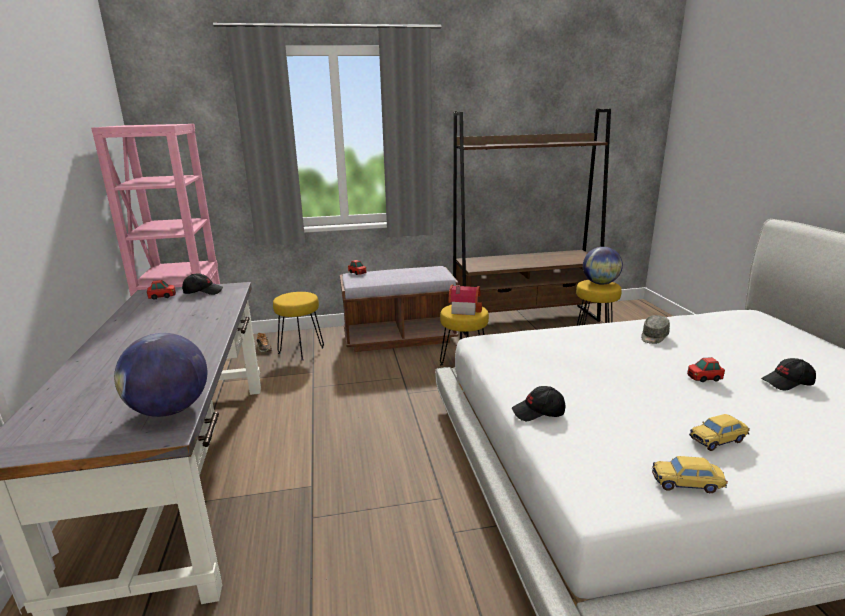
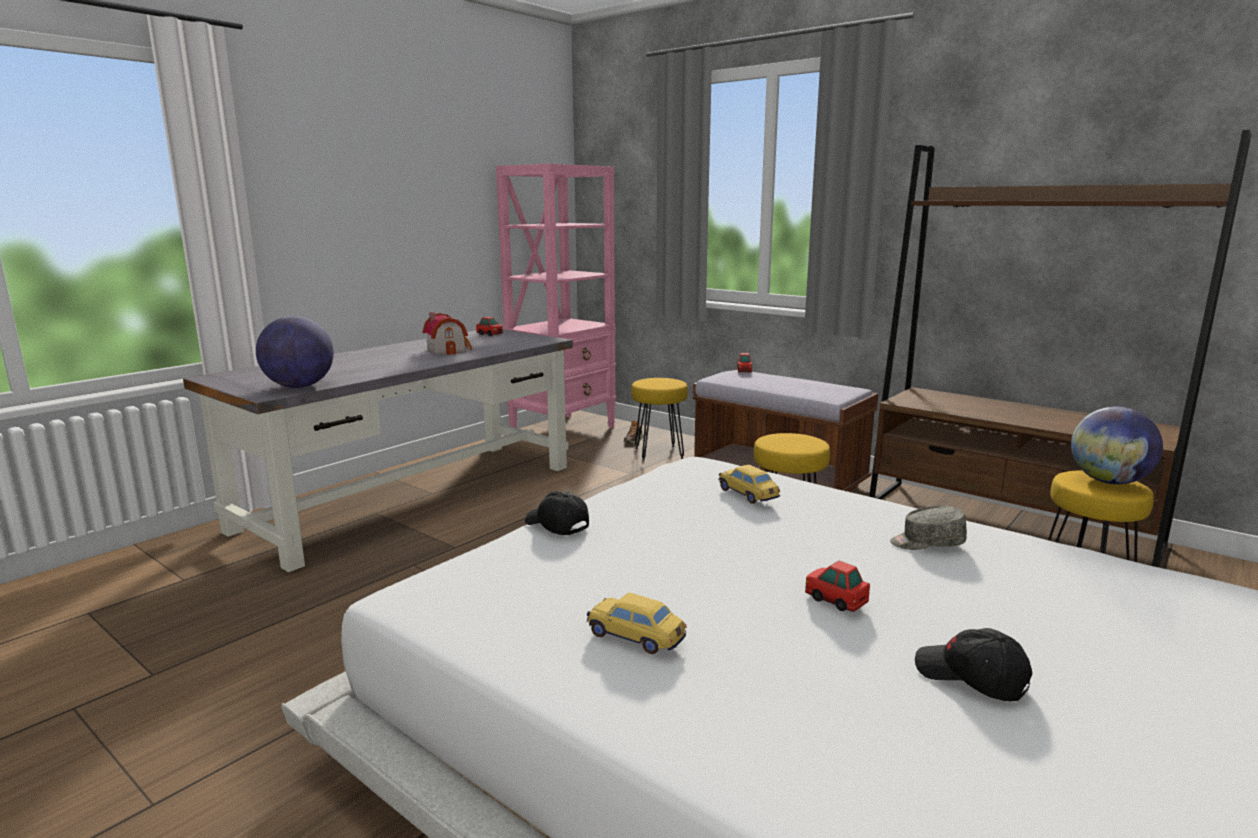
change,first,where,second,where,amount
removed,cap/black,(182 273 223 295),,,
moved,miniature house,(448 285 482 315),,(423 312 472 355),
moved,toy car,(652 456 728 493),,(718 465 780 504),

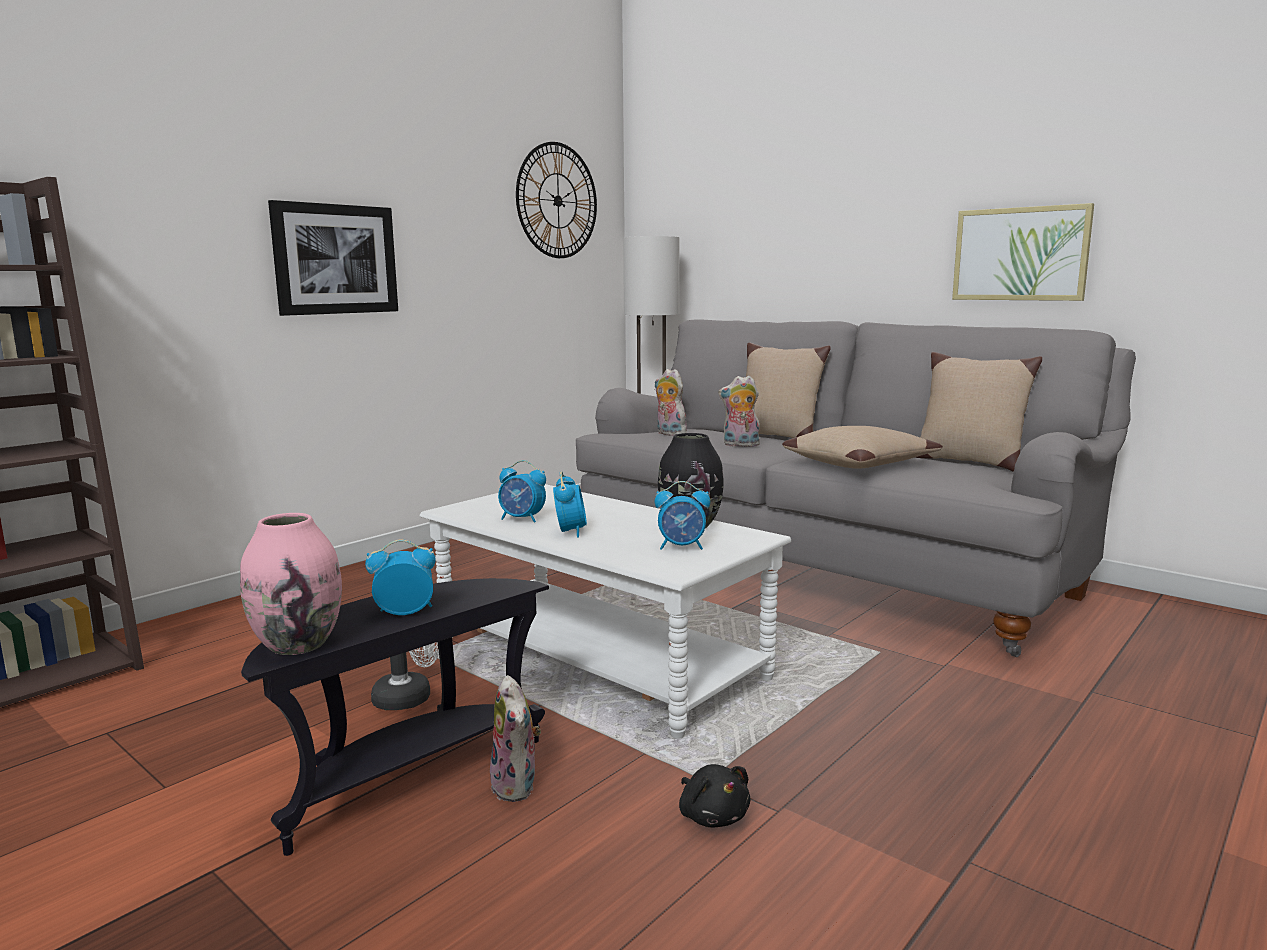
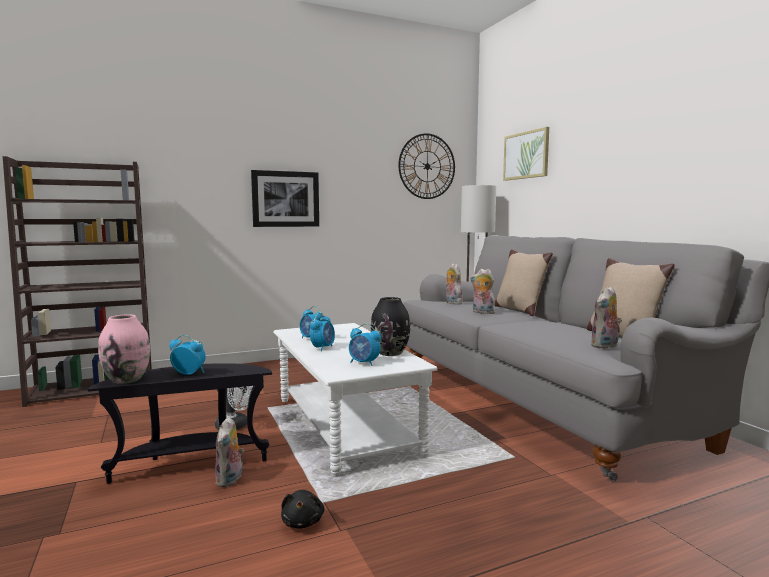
change,first,where,second,where,amount
moved,picture,(952 203 1094 301),,(503 127 549 181),
removed,pillow/sand-coloured,(782 426 943 469),,,
added,,,plush toy,(591 286 622 349),

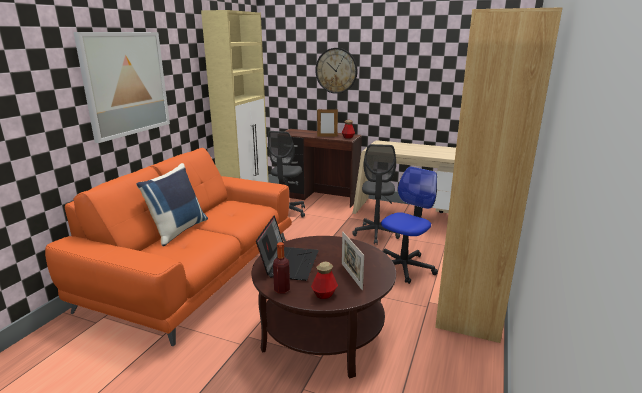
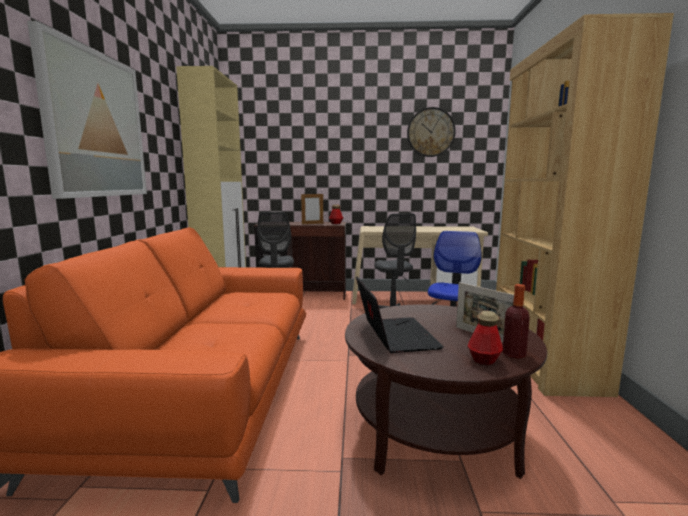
change,first,where,second,where,amount
moved,wall clock,(315 48 358 94),,(407 107 456 157),
removed,pillow/bluish,(136 163 208 246),,,
moved,beverage bottle,(273 242 290 294),,(502 284 530 359),

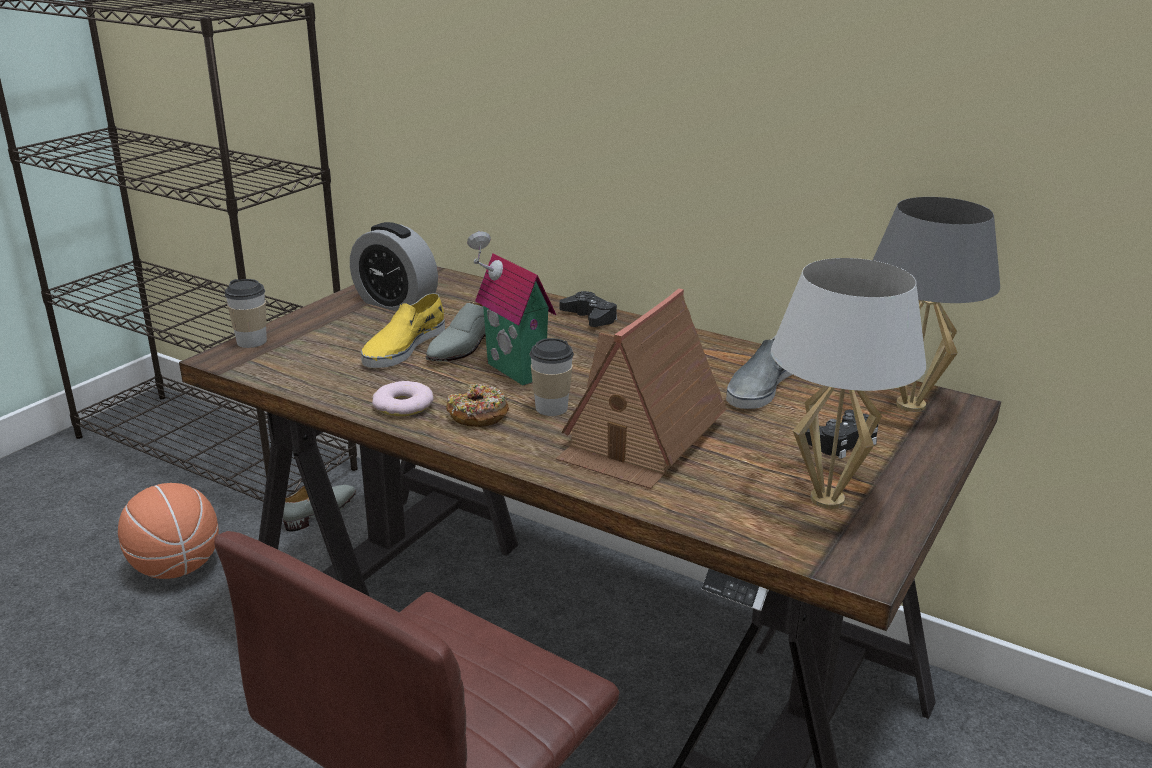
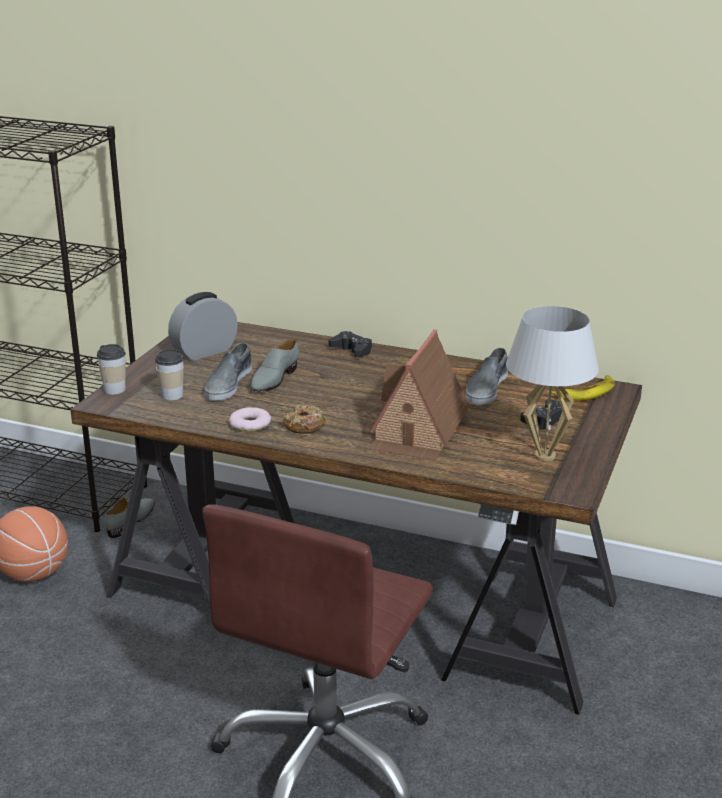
change,first,where,second,where,amount
replaced,tabletop lamp/grey,(873 197 1000 412),whole banana,(548 375 615 401),
turned,table clock,(350 222 438 312),,(168 292 238 361),120 degrees clockwise
removed,miniature house,(467 231 556 385),,,
recoloured,low shoe/yellowish,(361 293 445 368),low shoe/grey,(204 343 252 401),
moved,cup,(529 338 574 416),,(155 349 184 400),

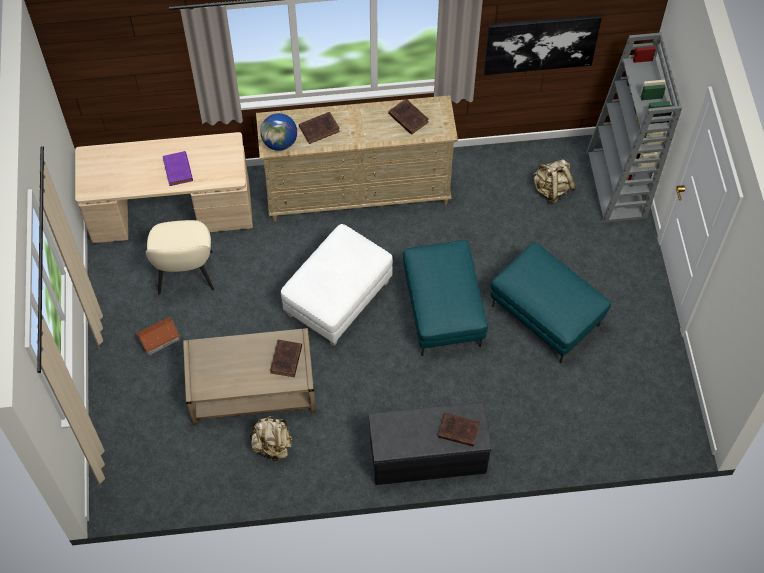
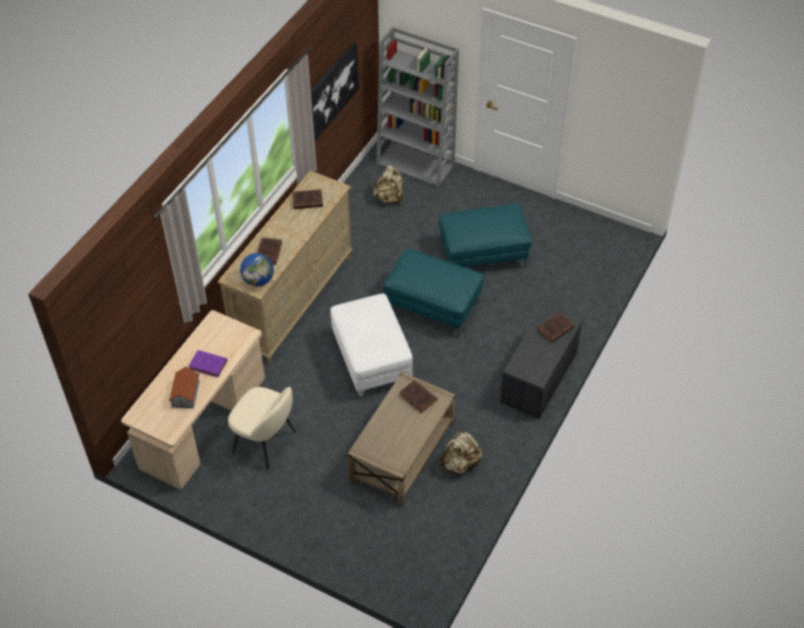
change,first,where,second,where,amount
moved,miniature house,(136 317 180 357),,(169 367 200 408),

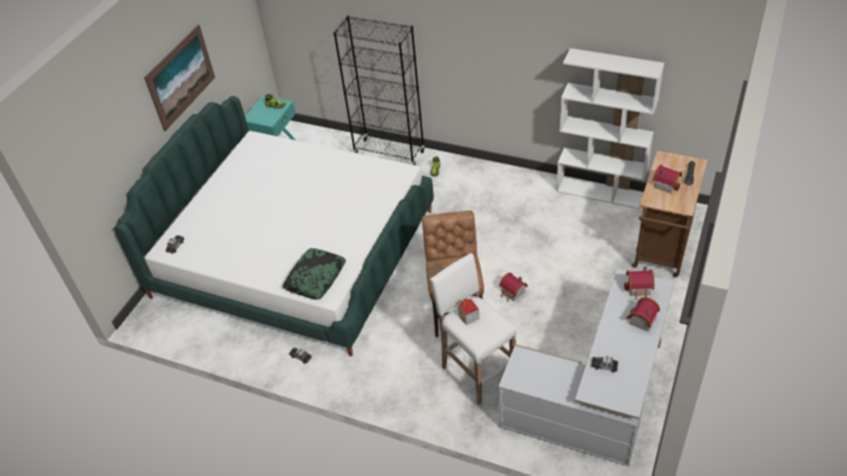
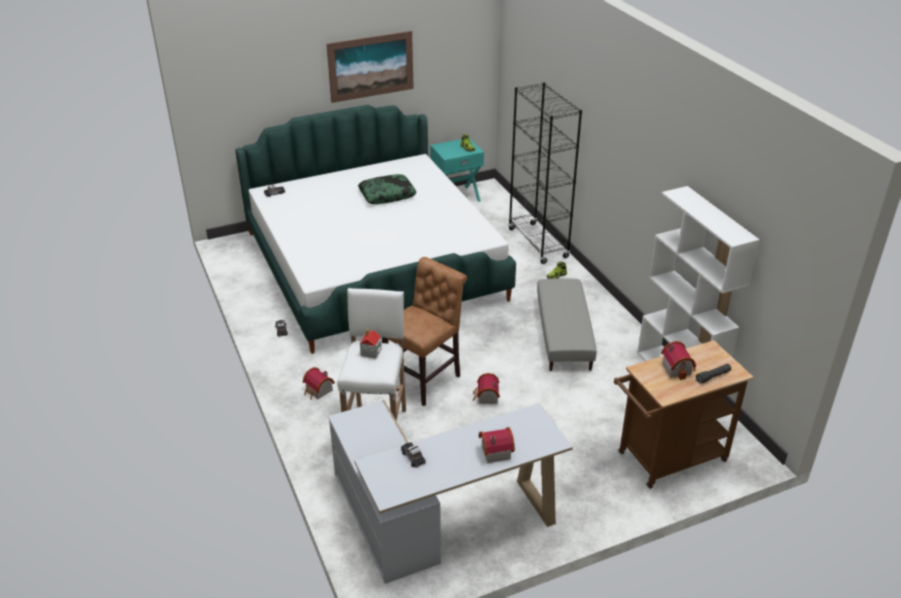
change,first,where,second,where,amount
moved,pillow,(282 248 346 300),,(358 174 417 204),
moved,miniature house,(624 266 654 300),,(303 367 335 400),
added,,,footrest/grey,(537 279 597 371),

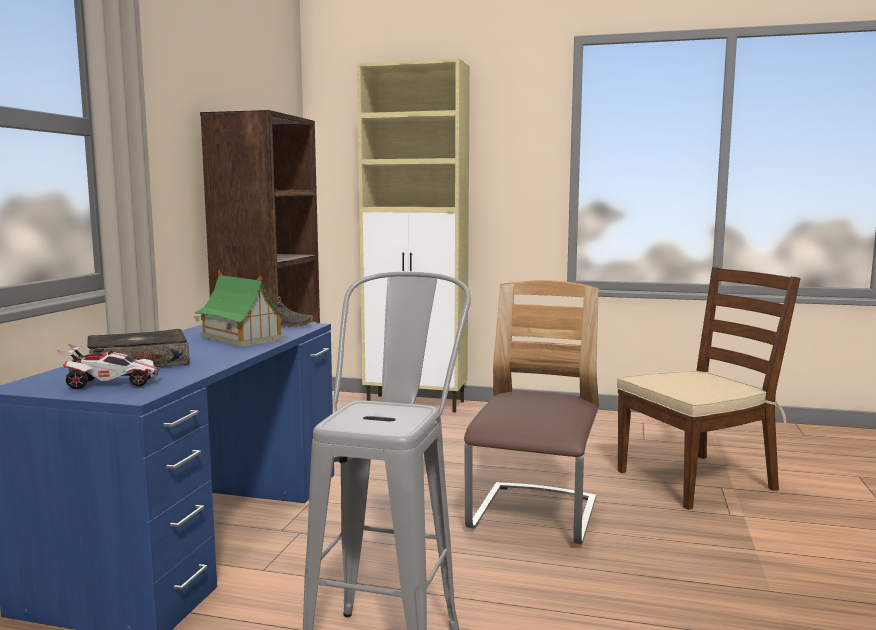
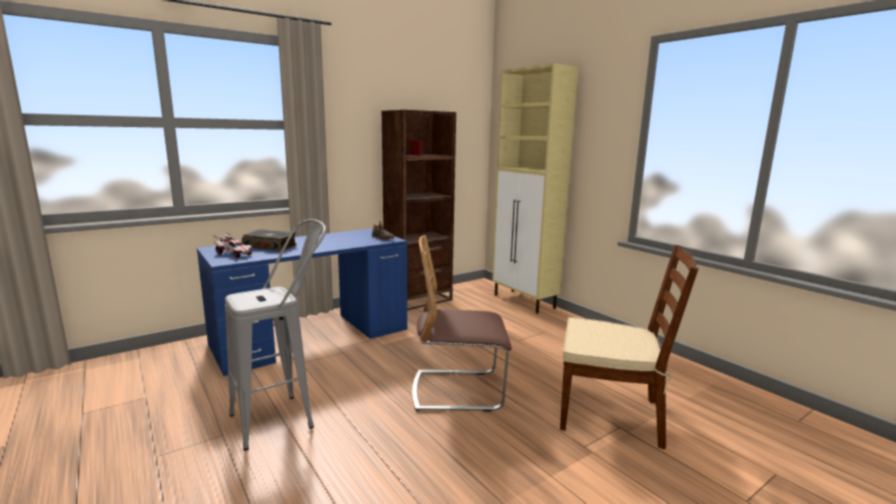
change,first,where,second,where,amount
removed,miniature house,(194 270 289 347),,,
turned,upright chair,(464 280 599 544),,(412 235 512 412),150 degrees counterclockwise

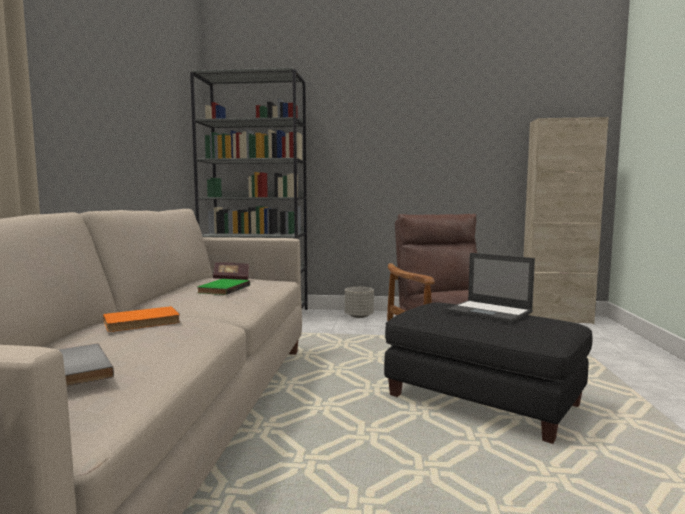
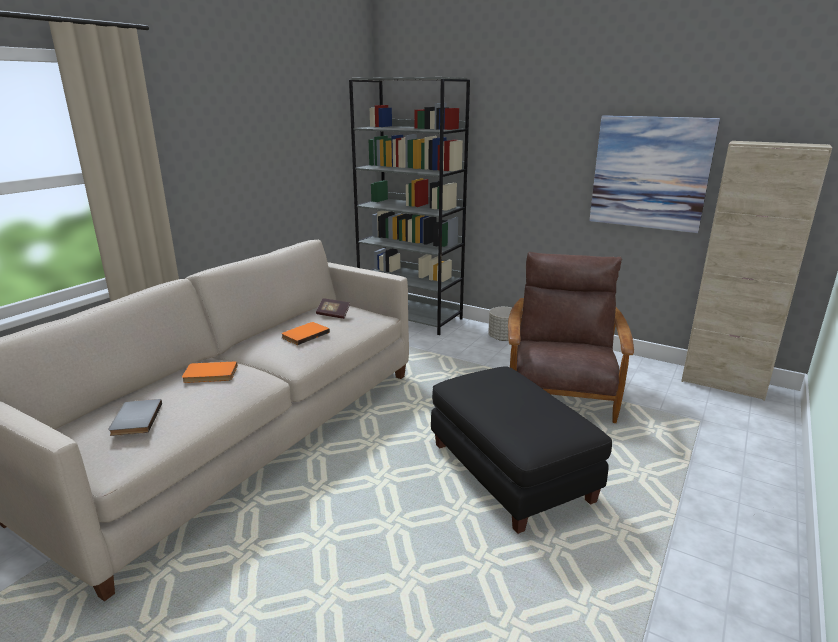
change,first,where,second,where,amount
removed,portable computer,(445 253 535 323),,,
recoloured,book/green-coloured,(197 279 250 295),book/orange-coloured,(281 322 330 345),
added,,,picture,(589 115 720 233),

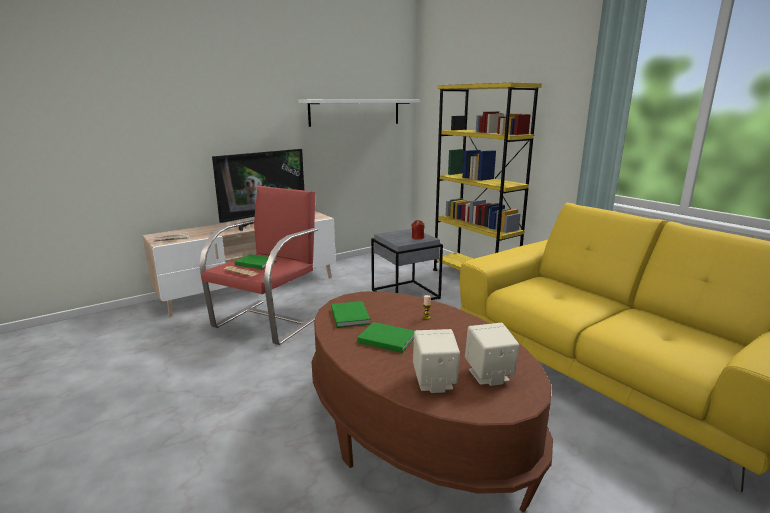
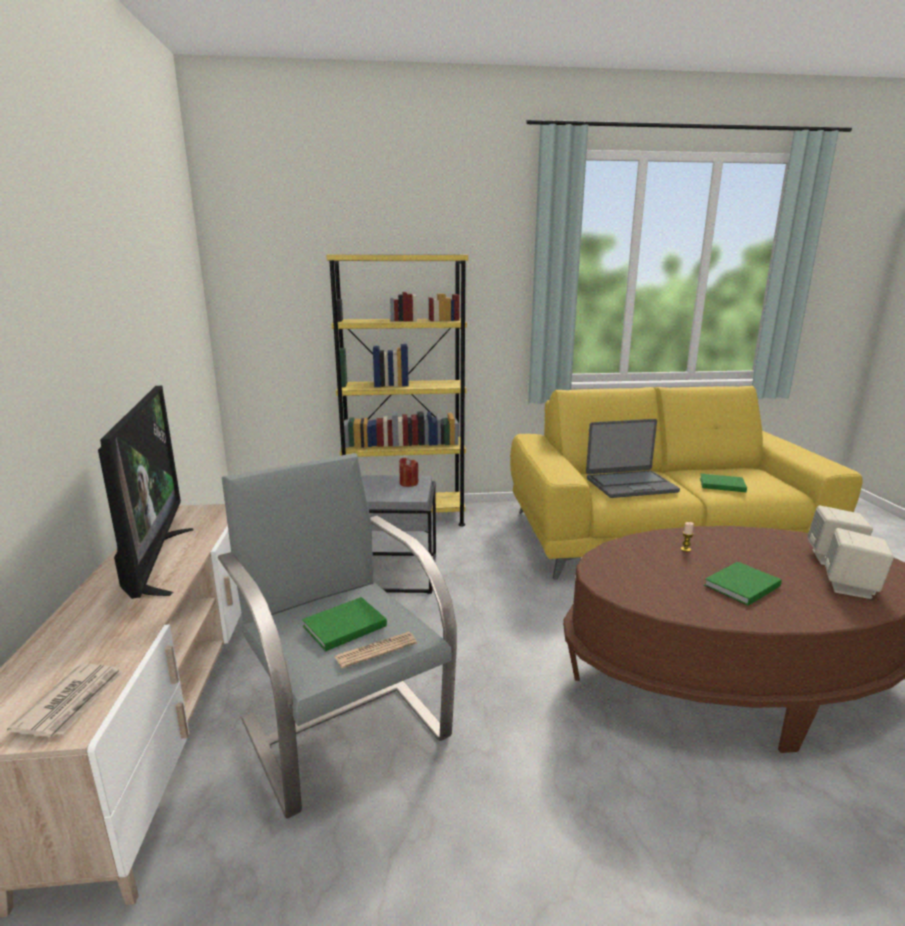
change,first,where,second,where,amount
removed,shelf/white,(298 99 420 127),,,
recoloured,easy chair/red,(199 186 318 345),easy chair/grey,(218 453 457 819),
moved,book/green-coloured,(331 301 370 328),,(700 474 747 492),
added,,,portable computer,(586 419 680 498),

